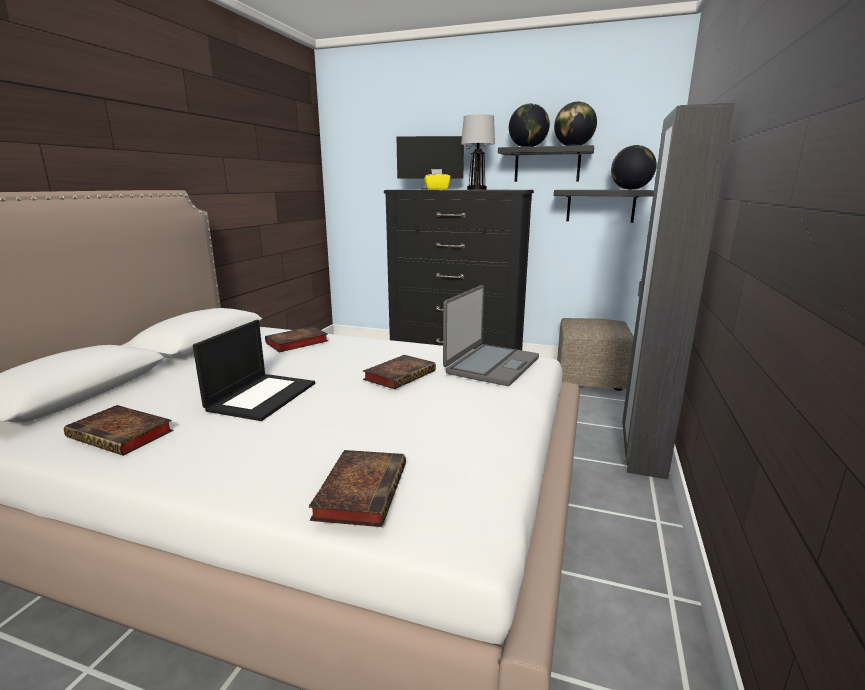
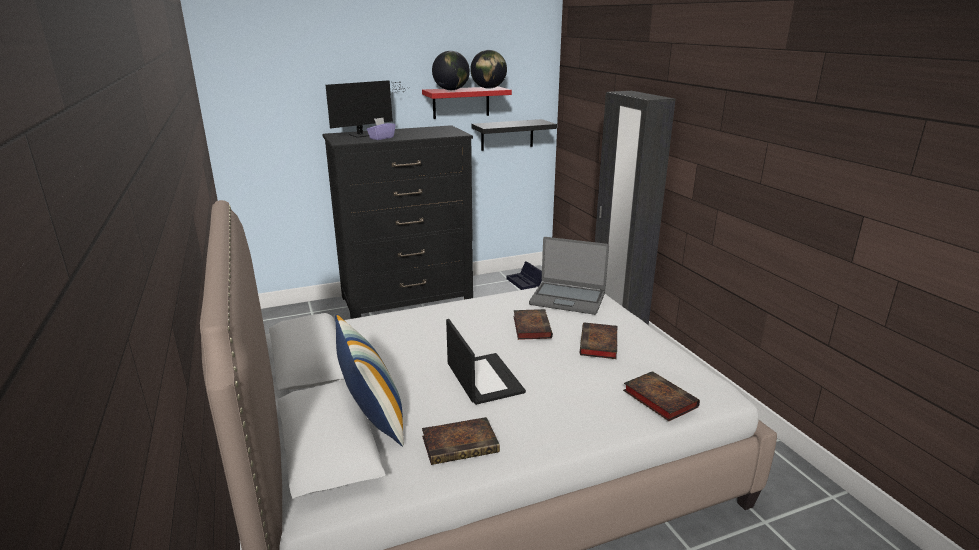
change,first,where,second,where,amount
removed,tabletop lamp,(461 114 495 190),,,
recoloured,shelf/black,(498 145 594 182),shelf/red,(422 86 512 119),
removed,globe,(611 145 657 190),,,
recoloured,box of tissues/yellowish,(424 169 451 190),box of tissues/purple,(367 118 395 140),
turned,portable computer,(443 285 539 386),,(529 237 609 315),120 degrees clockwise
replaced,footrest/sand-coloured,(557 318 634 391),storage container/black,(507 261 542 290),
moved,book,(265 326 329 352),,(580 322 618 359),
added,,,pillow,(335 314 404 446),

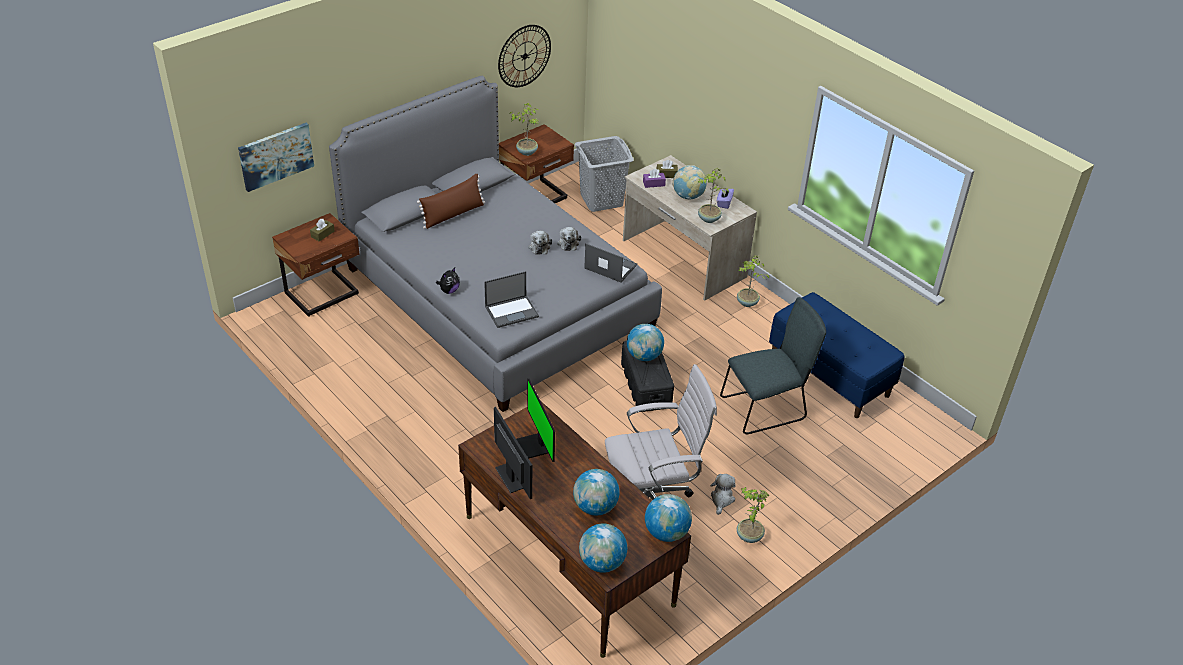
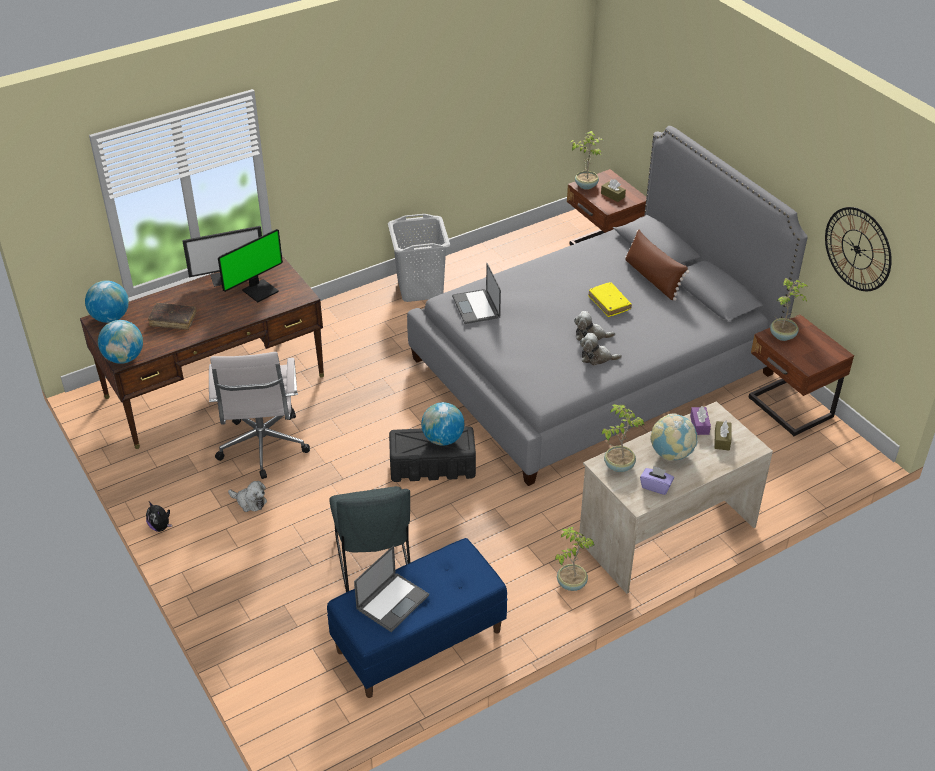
change,first,where,second,where,amount
removed,picture,(238 123 314 192),,,
moved,washing basket/grey,(575 136 634 212),,(388 214 450 302),
moved,portable computer,(584 243 637 282),,(354 546 429 632),
moved,plush toy,(436 268 460 294),,(146 502 172 532),
turned,monitor,(516 379 555 462),,(218 229 283 302),150 degrees clockwise
replaced,globe,(573 469 620 515),book/brown-coloured,(148 303 197 330),
moved,houseplant,(737 487 769 543),,(570 131 603 190),
added,,,book/yellowish,(588 282 632 317),

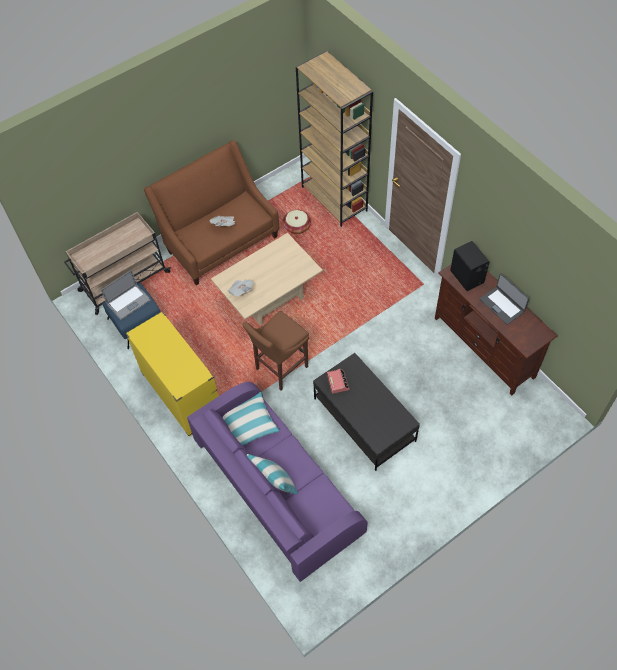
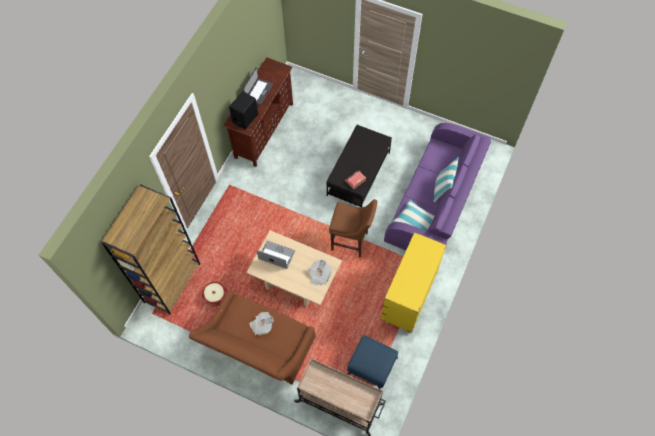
change,first,where,second,where,amount
moved,portable computer,(101 270 151 320),,(256 241 295 269),

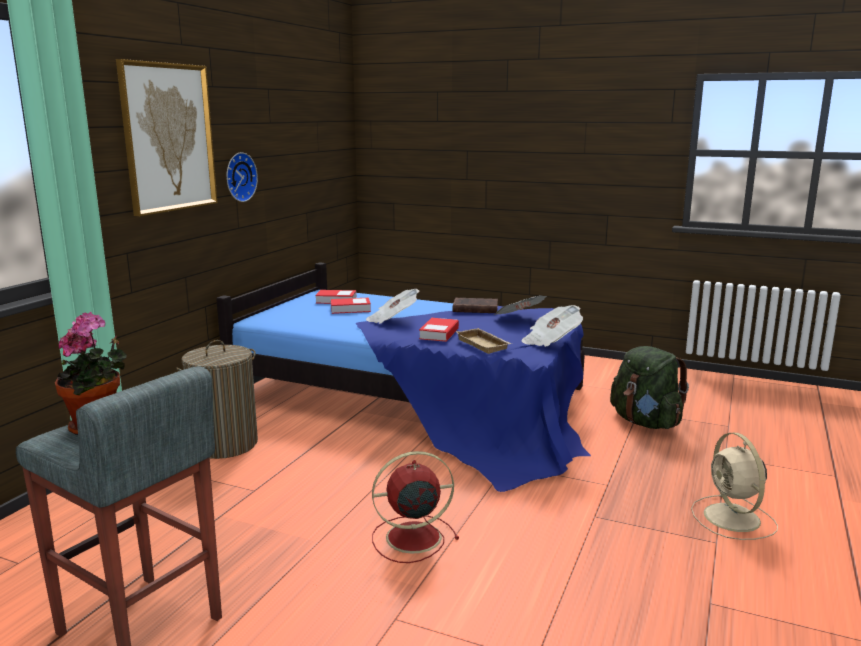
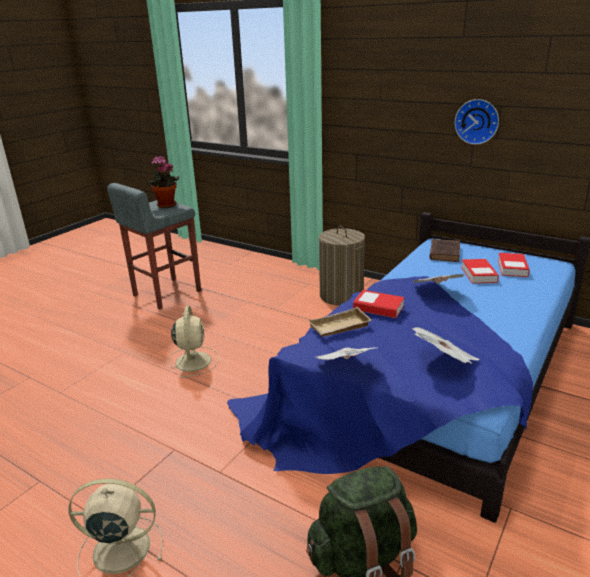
change,first,where,second,where,amount
removed,picture,(116 59 218 216),,,
moved,book/brown-coloured,(453 298 498 313),,(429 239 460 262),
recoloured,electric fan/red,(372 451 459 563),electric fan/sand-coloured,(167 306 219 378),

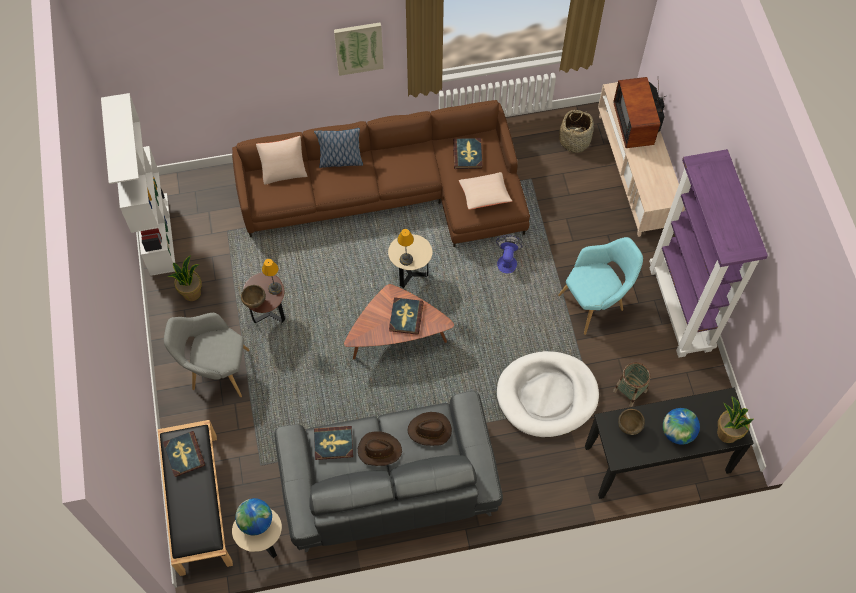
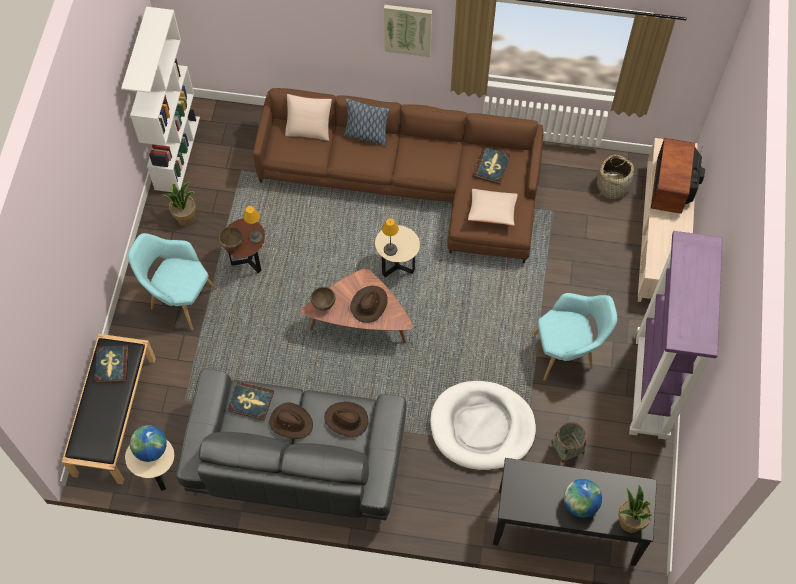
change,first,where,second,where,amount
removed,electric fan,(496 235 524 273),,,
replaced,book,(389 297 424 335),hat/brown-coloured,(350 286 388 323),
recoloured,easy chair/grey,(164 313 250 397),easy chair/turquoise-coloured,(128 233 217 331),
moved,bowl/brown-coloured,(618 409 645 435),,(310 287 336 311),

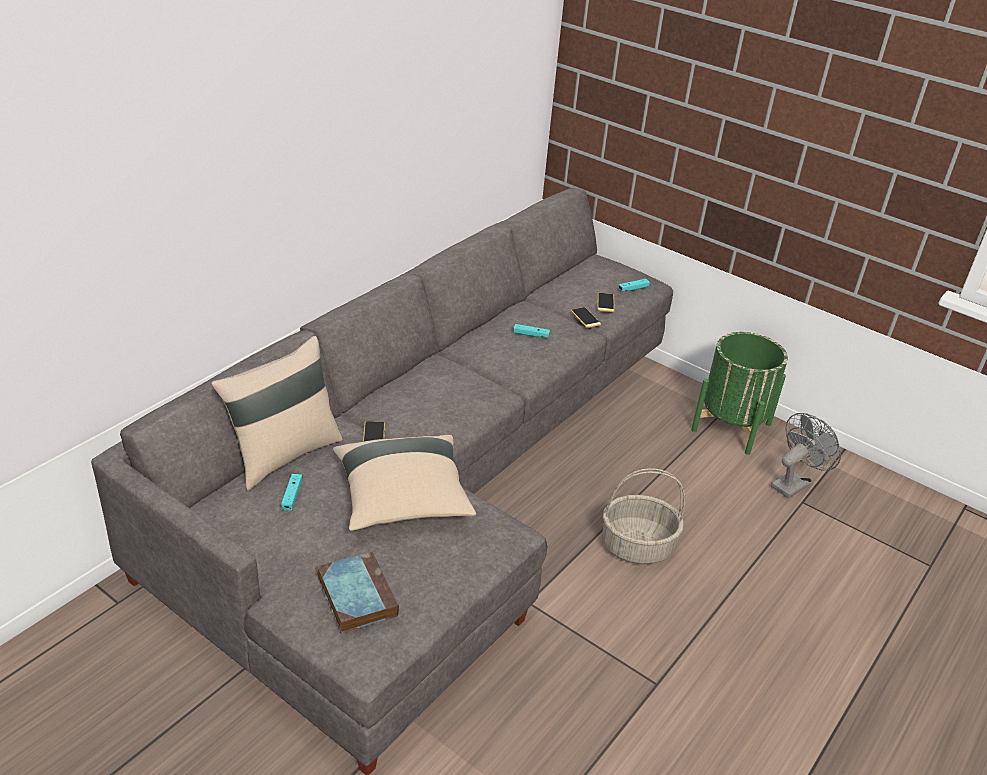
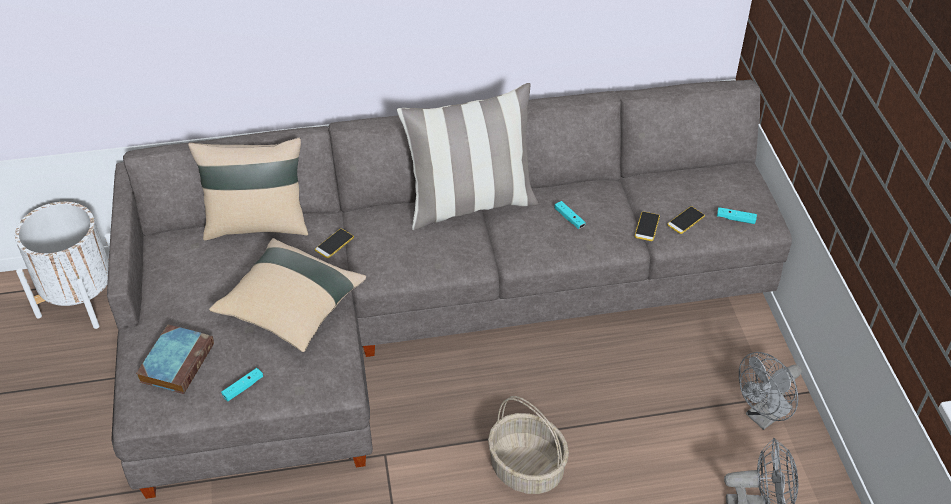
change,first,where,second,where,amount
replaced,plant pot/green-coloured,(691 332 788 455),electric fan/grey,(739 352 802 430),
moved,game controller/turquoise-coloured,(281 474 303 511),,(221 368 263 401),
added,,,pillow,(397 83 539 230),
added,,,plant pot/white,(15 202 110 329),

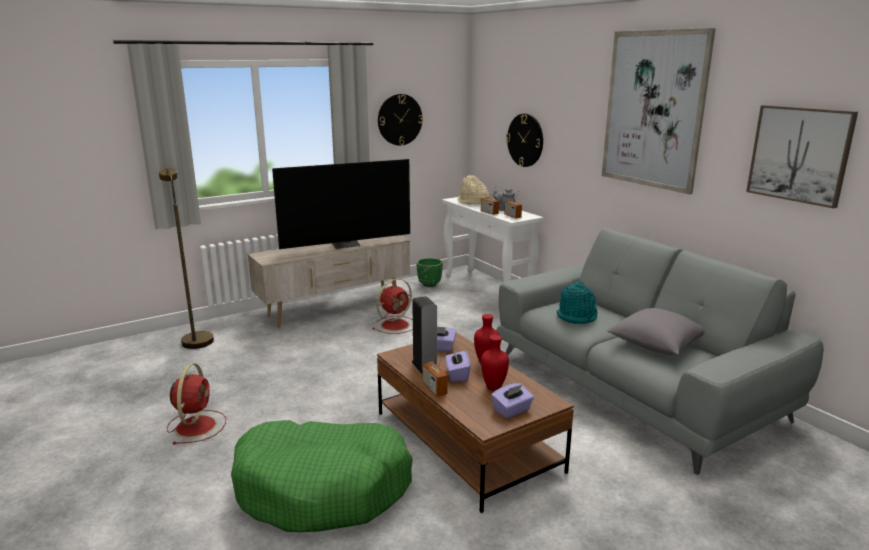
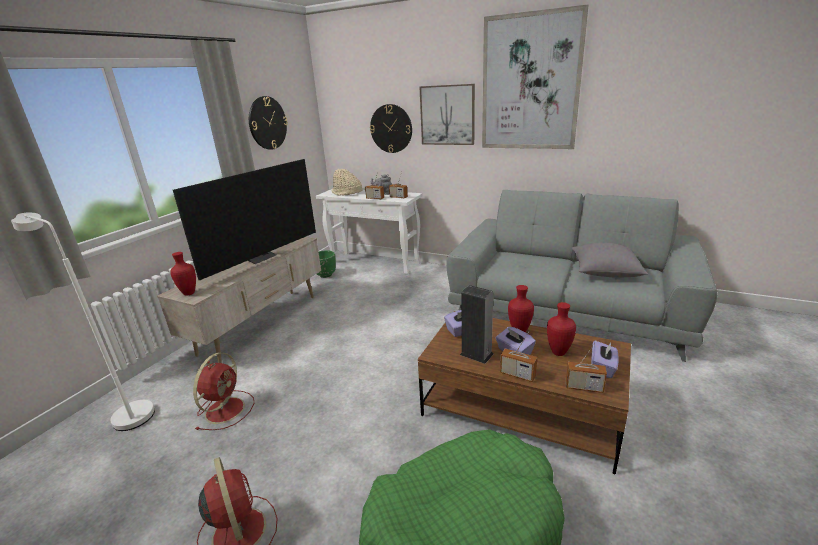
change,first,where,second,where,amount
moved,picture,(746 105 858 208),,(419 84 475 145),
recoloured,standard lamp/brown-coloured,(159 168 214 349),standard lamp/white,(11 212 155 431),
moved,electric fan/red,(372 279 413 334),,(193 352 254 430),
removed,hat/turquoise-coloured,(556 281 598 324),,,
added,,,flower vase/red,(170 252 196 296),
added,,,radio receiver,(566 341 607 393),

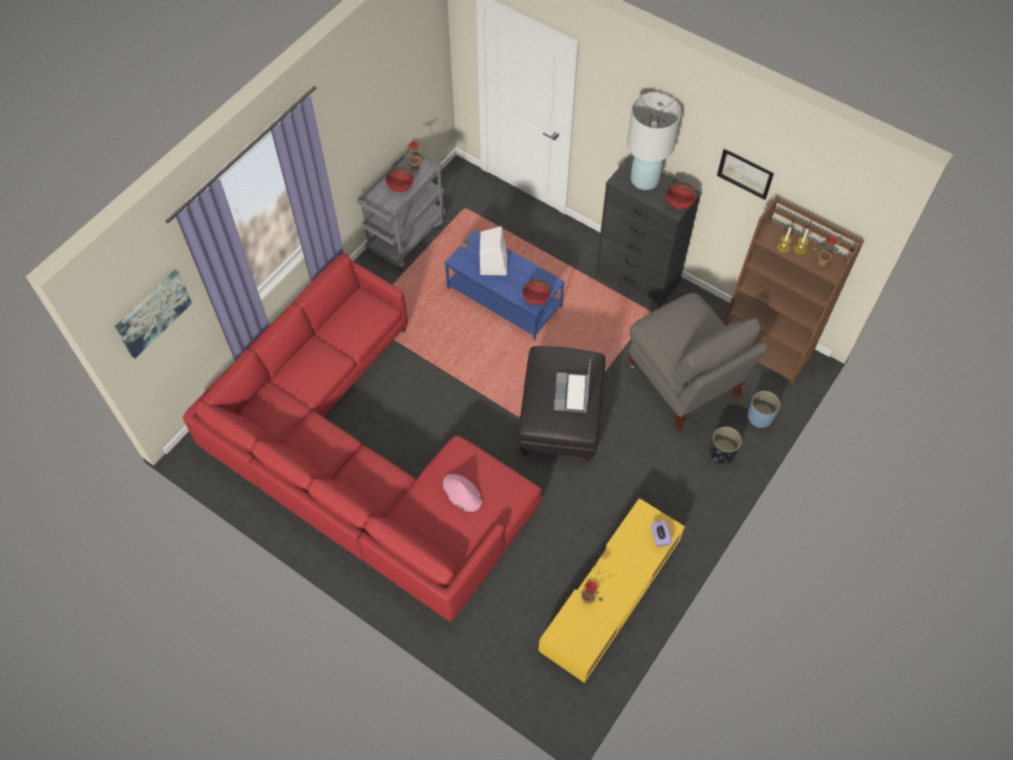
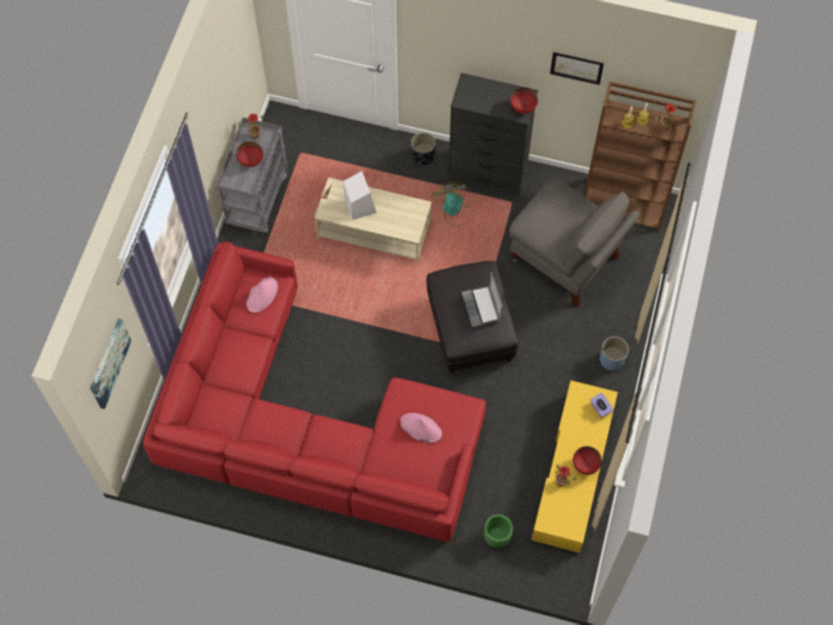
change,first,where,second,where,amount
removed,tabletop lamp/white,(627 92 681 190),,,
recoloured,coffee table/bluish,(444 230 565 340),coffee table/sand-coloured,(314 177 432 263),
moved,bowl/red,(523 279 551 305),,(573 446 602 475),
moved,plant pot/bluish,(748 391 780 428),,(600 336 629 371),
moved,plant pot/black,(709 427 742 464),,(411 132 436 166),
added,,,electric fan,(432 181 469 226),
added,,,hat/pink-coloured,(246 277 278 313),
added,,,plant pot/green-coloured,(484 514 513 548),

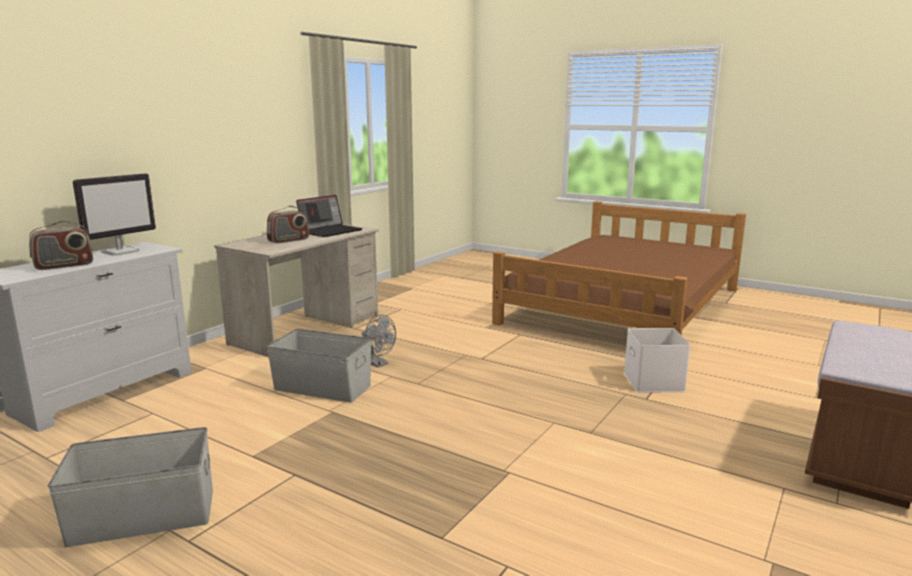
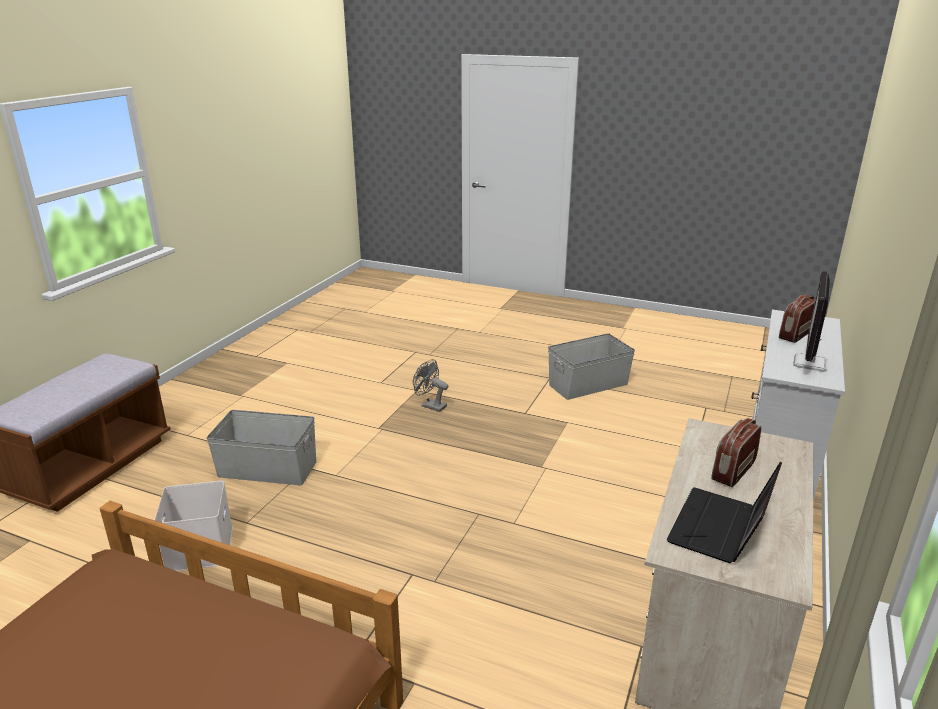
change,first,where,second,where,amount
moved,electric fan/grey,(362 314 396 368),,(413 359 448 412),
moved,storage container/grey,(266 329 372 403),,(207 410 316 485),

